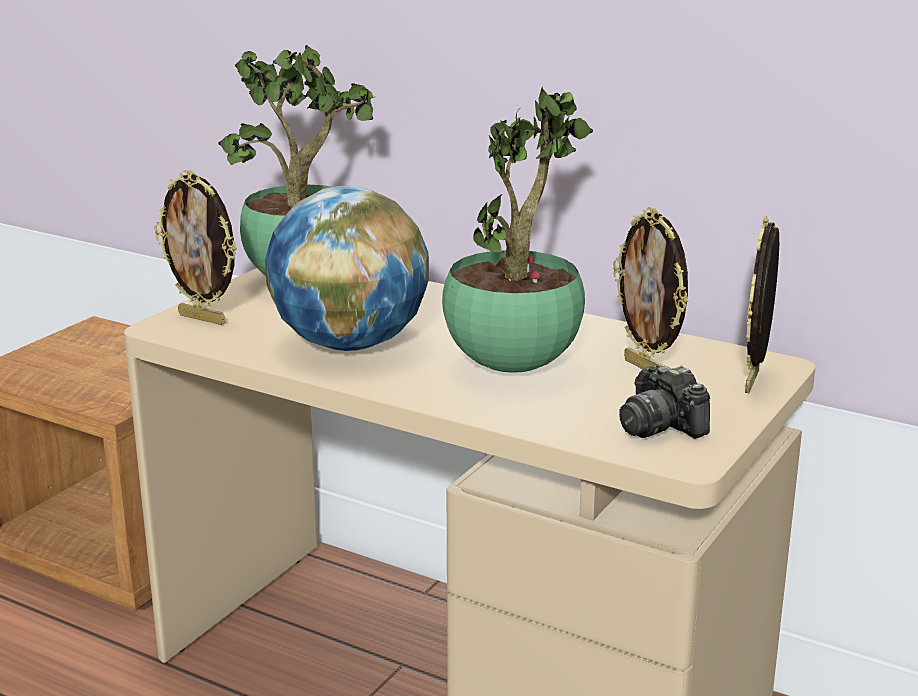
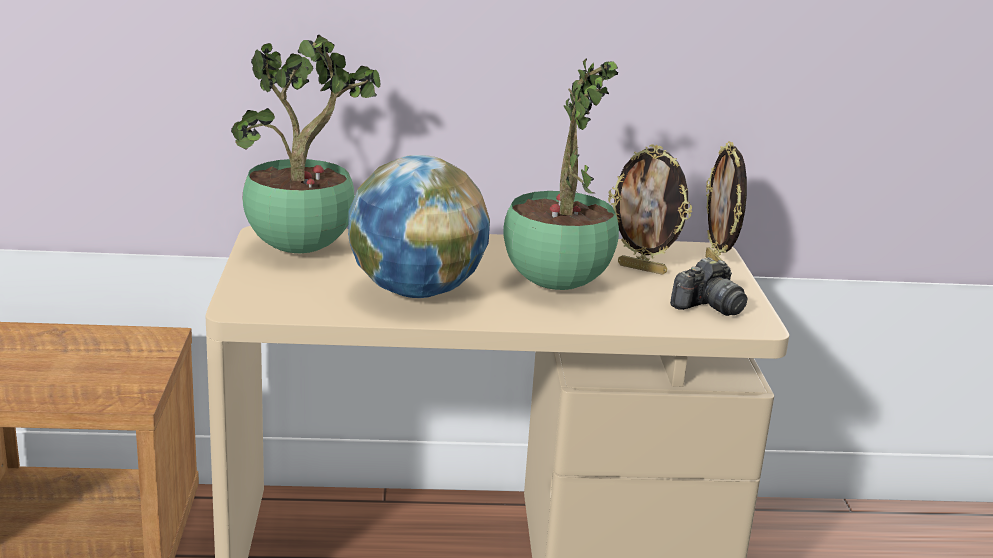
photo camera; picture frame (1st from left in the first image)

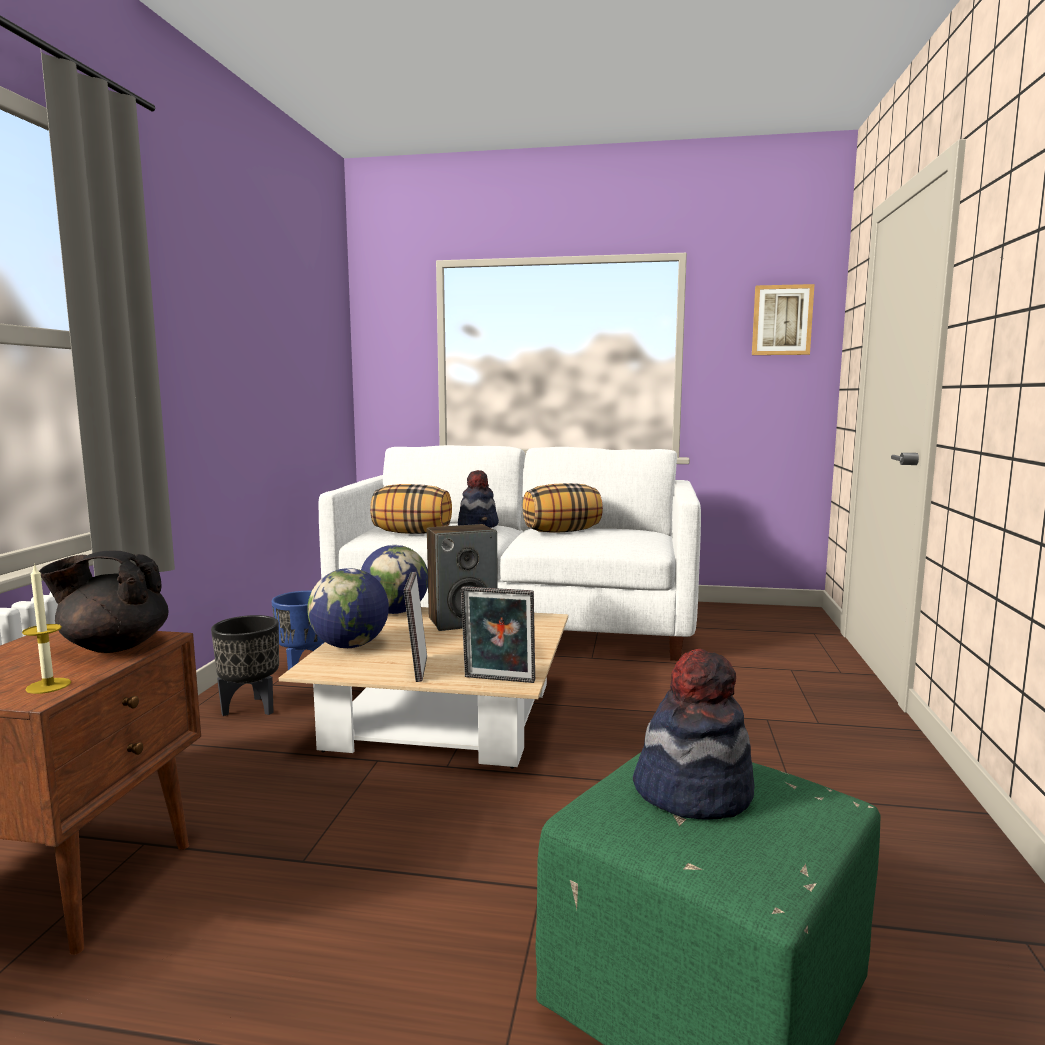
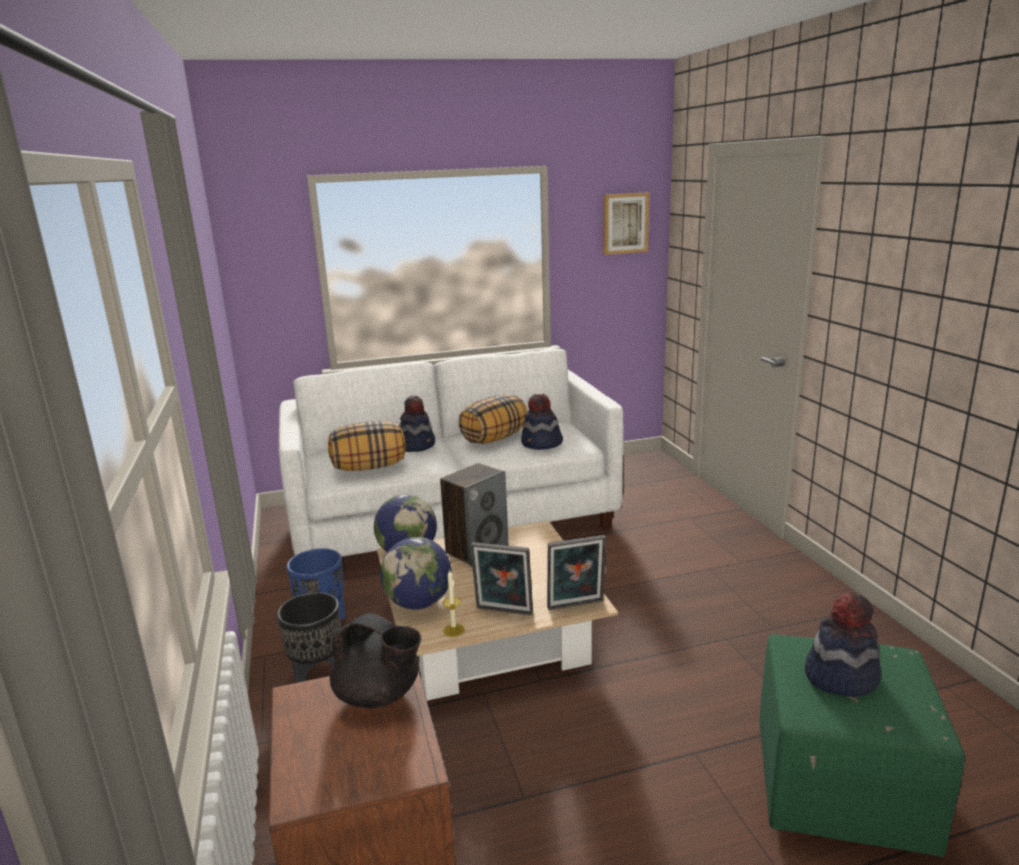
black teapot; candle; picture frame (1st from left); hat (2nd from left)

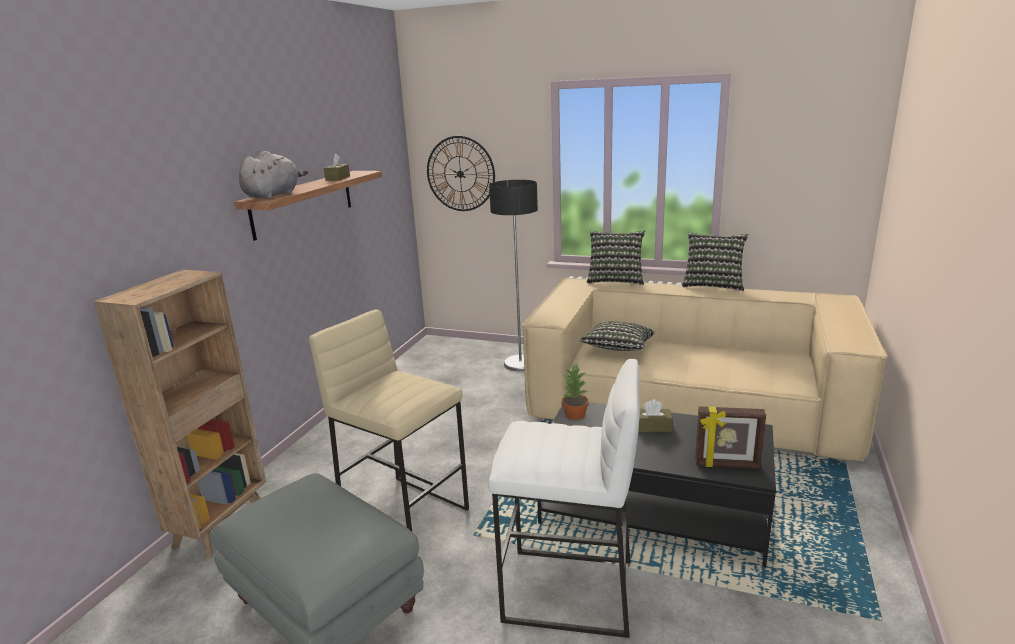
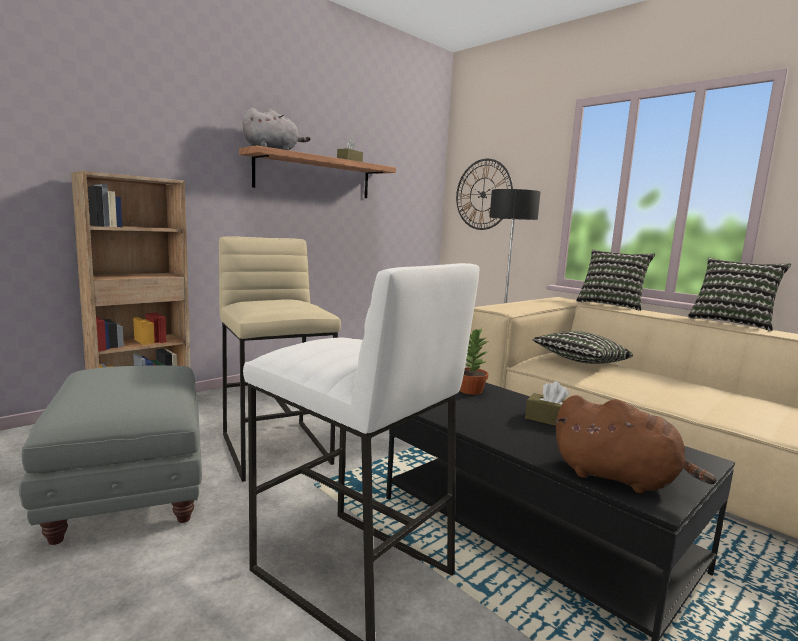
brown plush toy

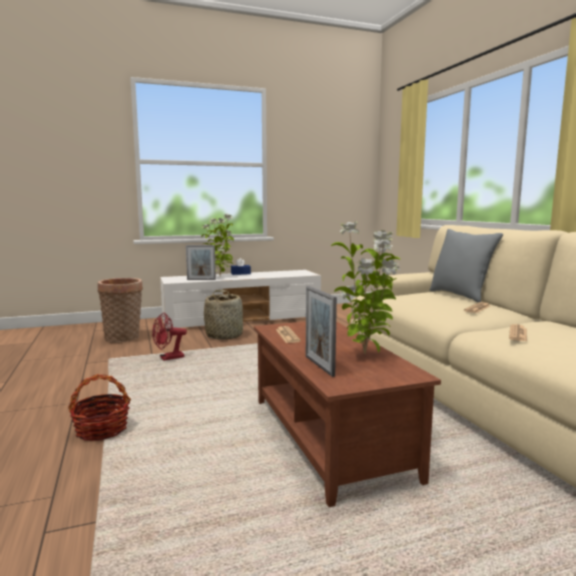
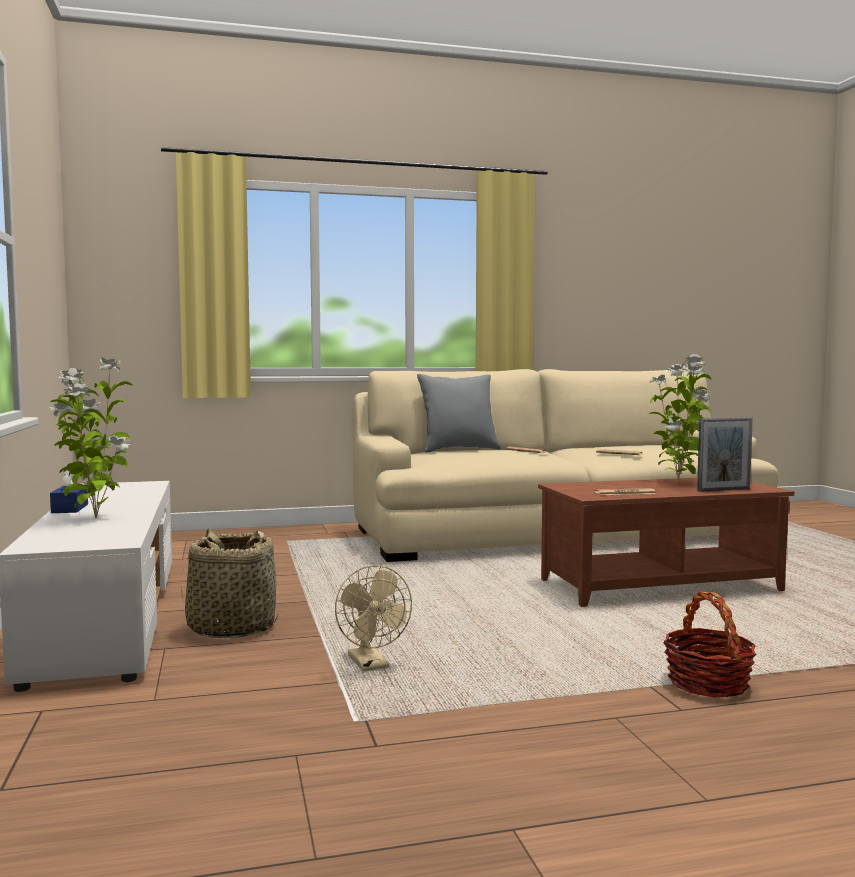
beige fan; basket (2nd from left in the first image); picture frame (1st from left in the first image)

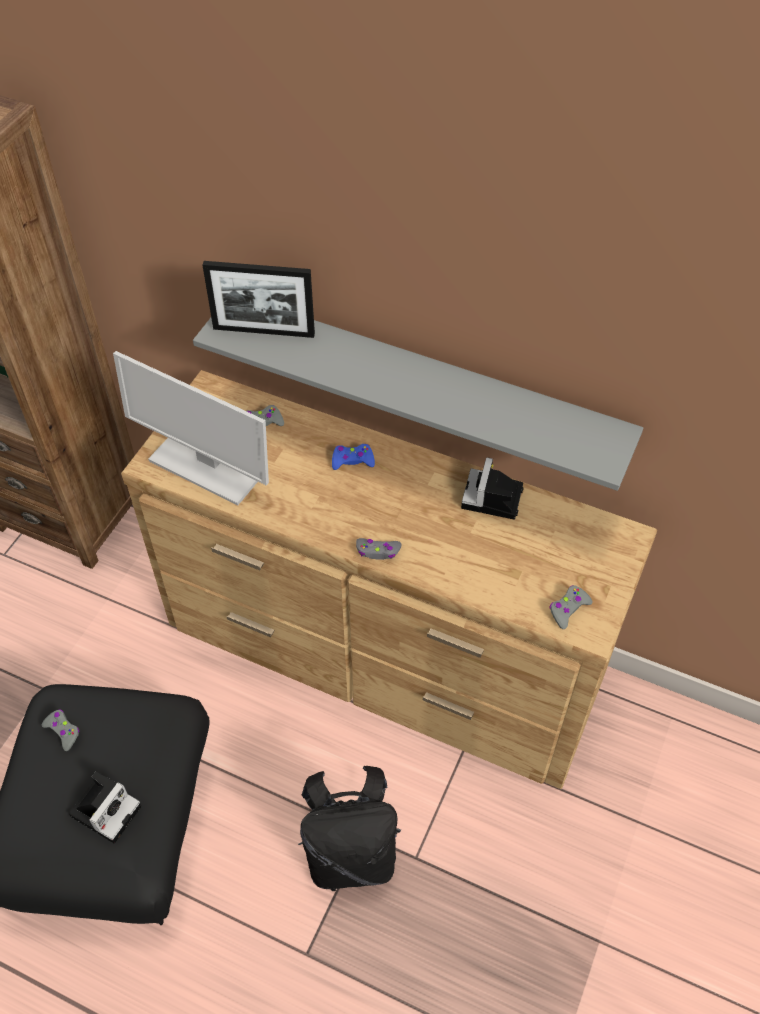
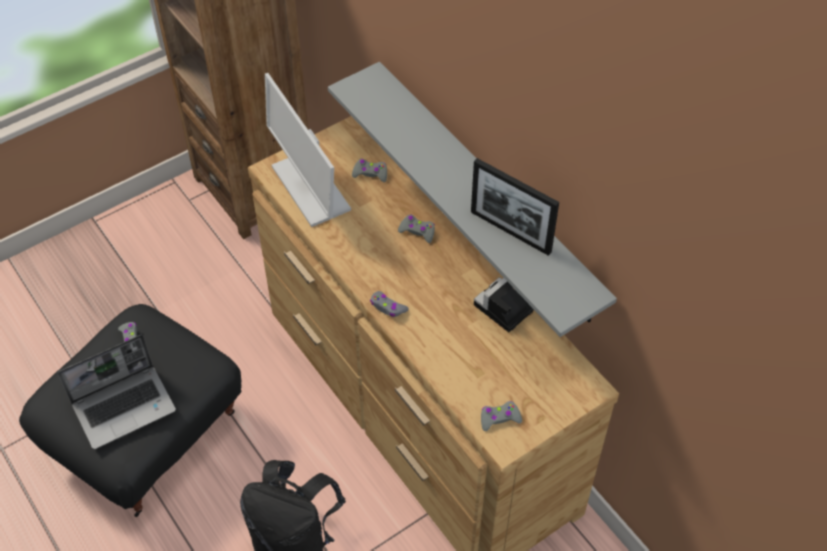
laptop; grey game controller (4th from left); picture frame

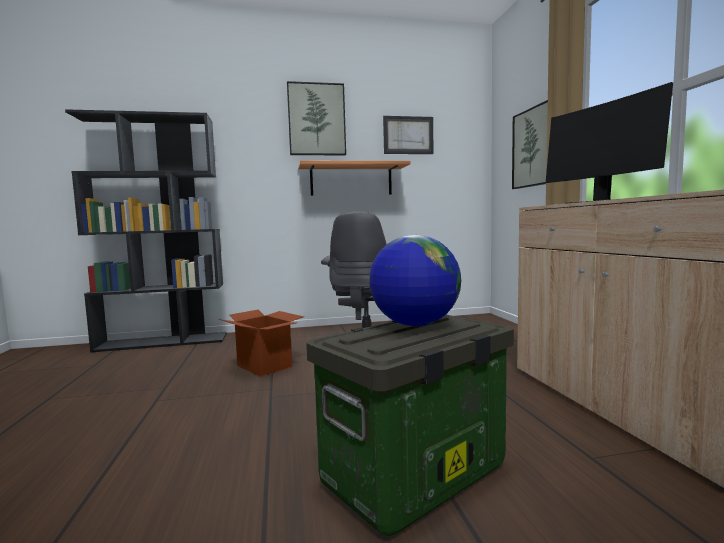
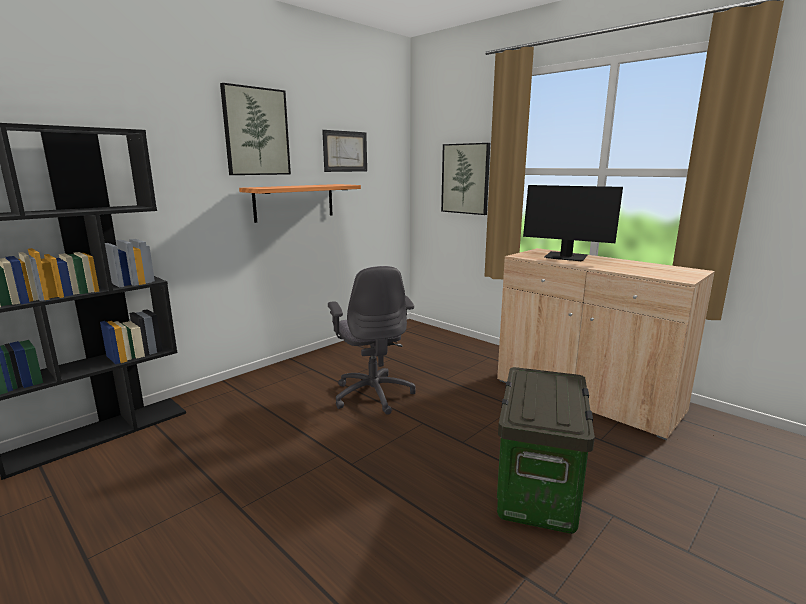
cardboard box; globe

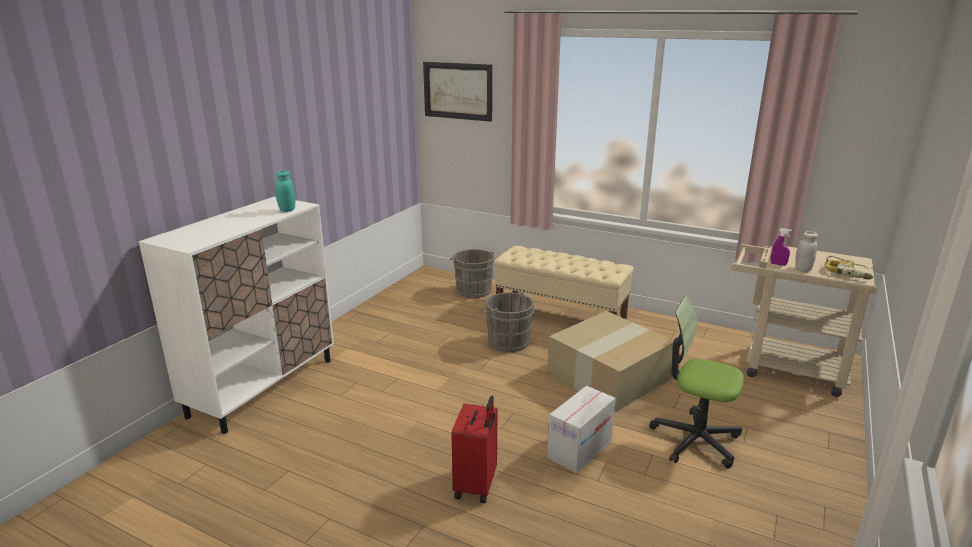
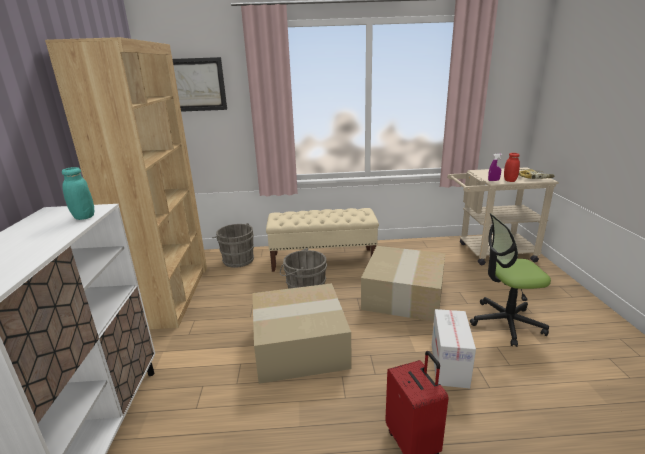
brown bookcase; cardboard box (1st from left); red jar

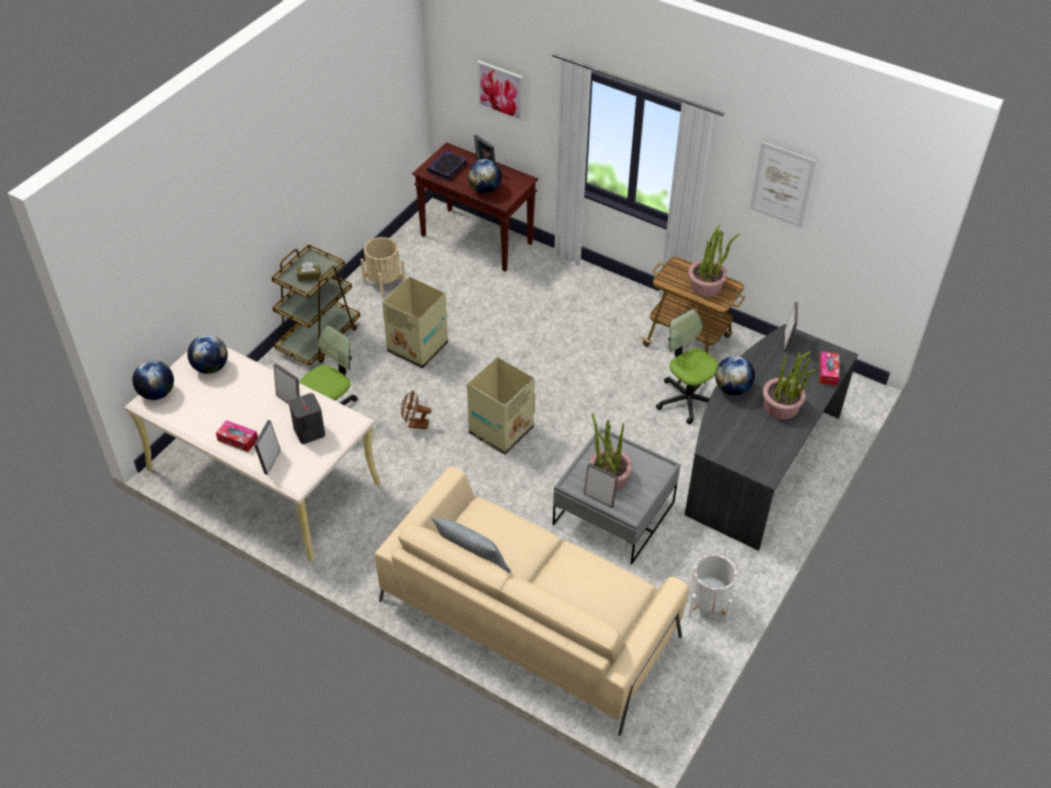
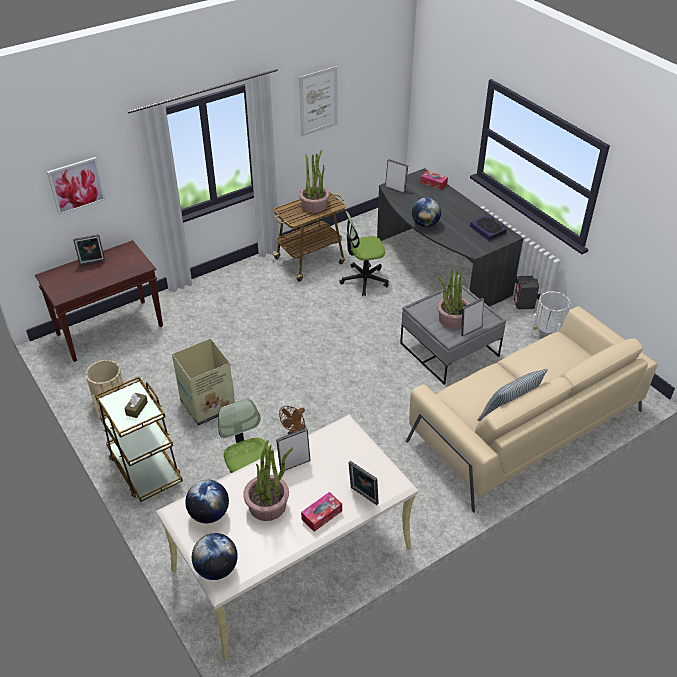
potted plant (1st from left); book; grey speaker; cardboard box (2nd from left in the first image); globe (3rd from left in the first image)

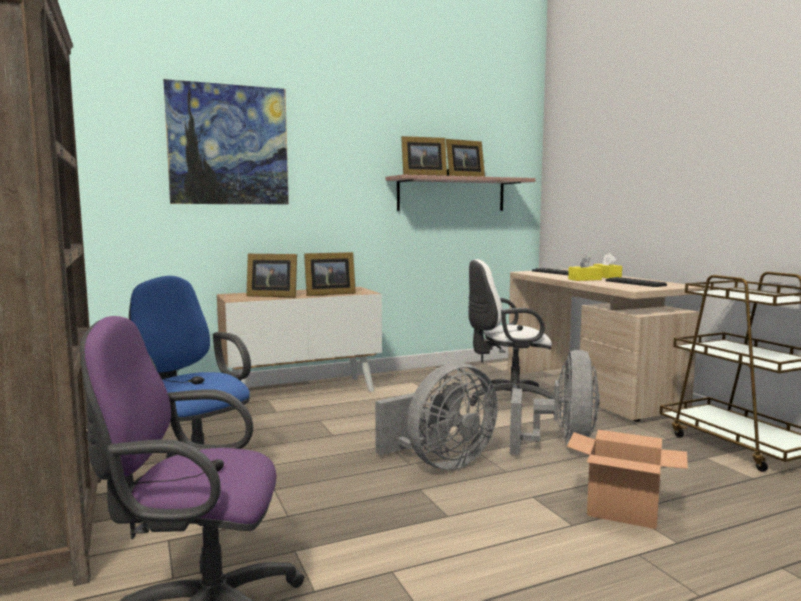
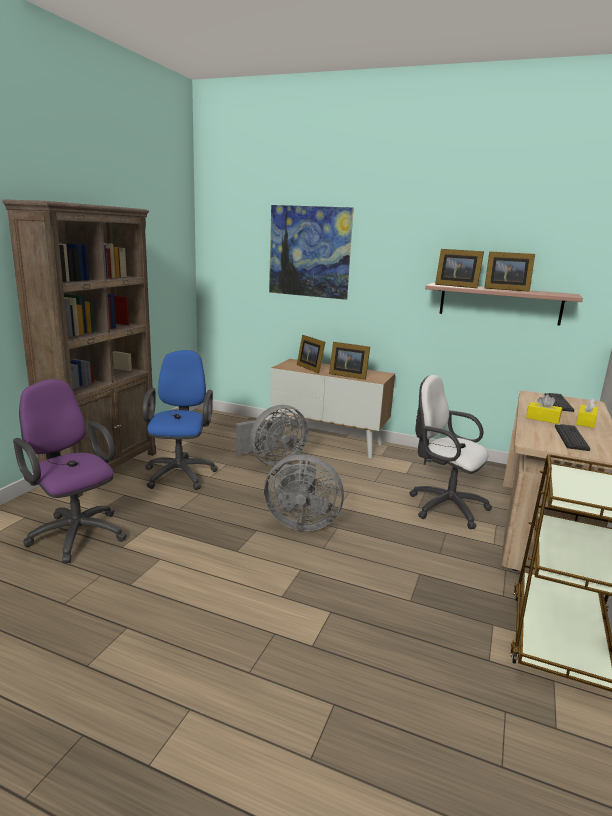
grey fan (1st from left); cardboard box

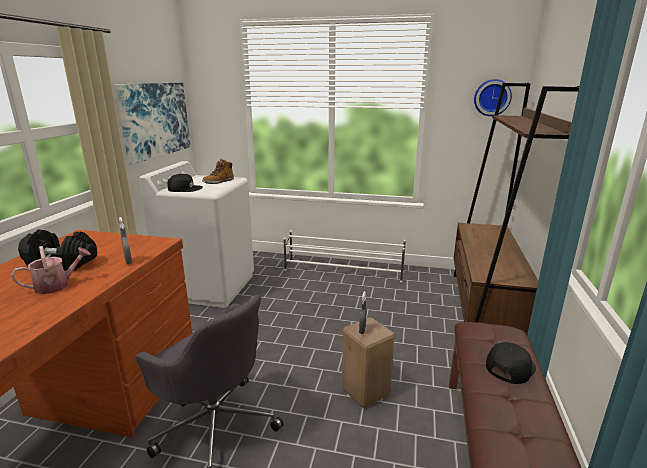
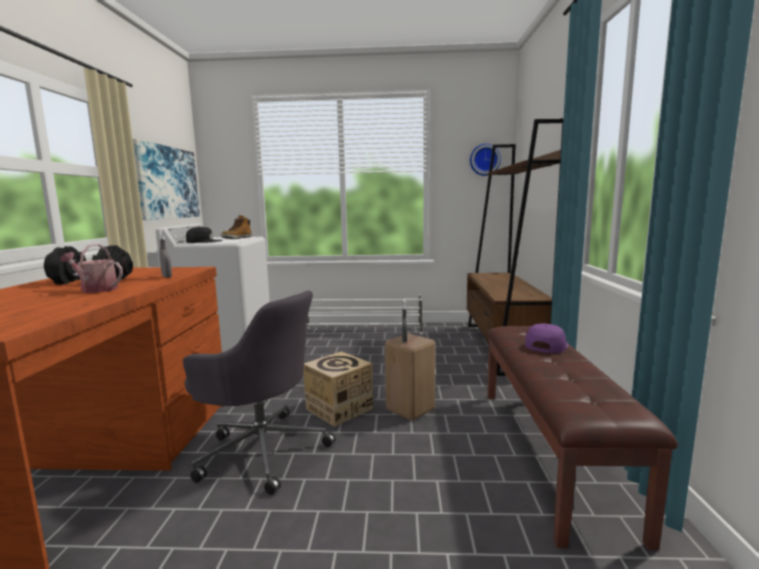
watering can; cardboard box; purple cap

